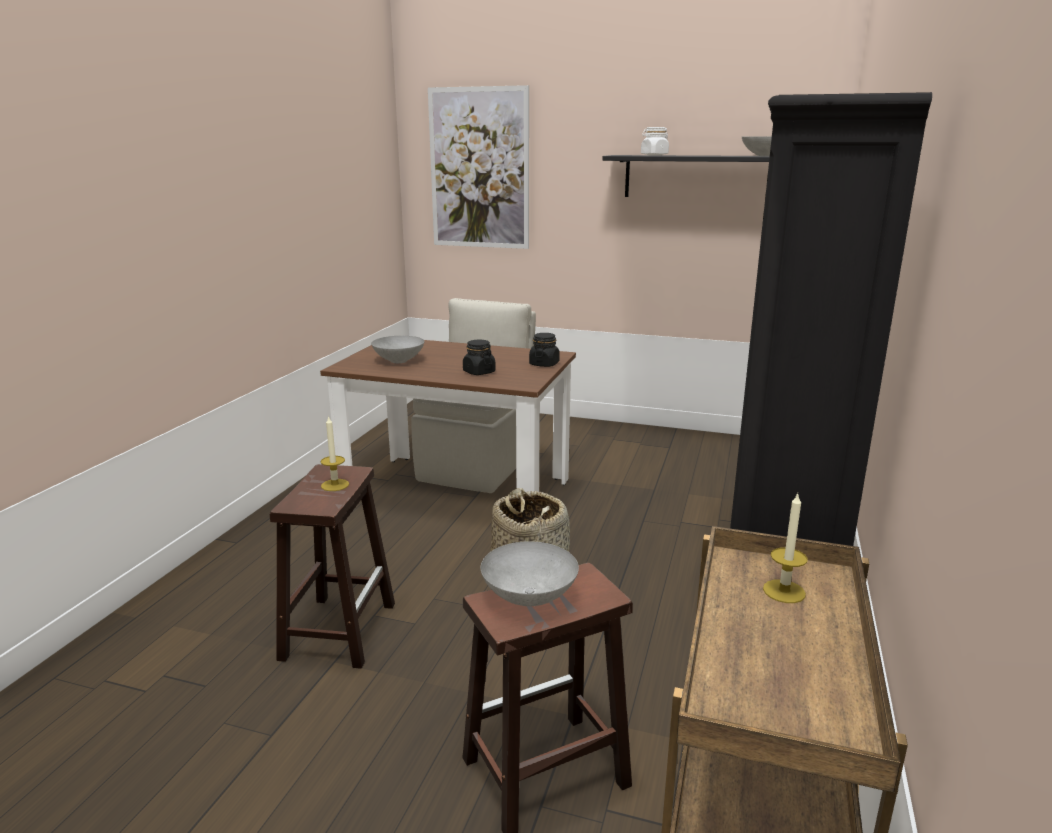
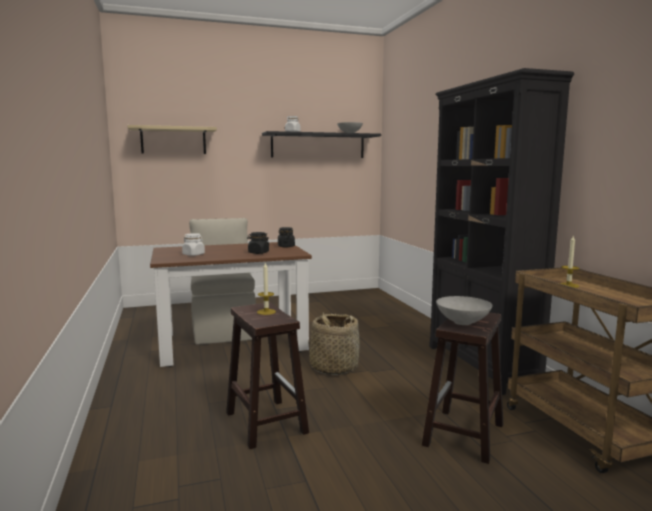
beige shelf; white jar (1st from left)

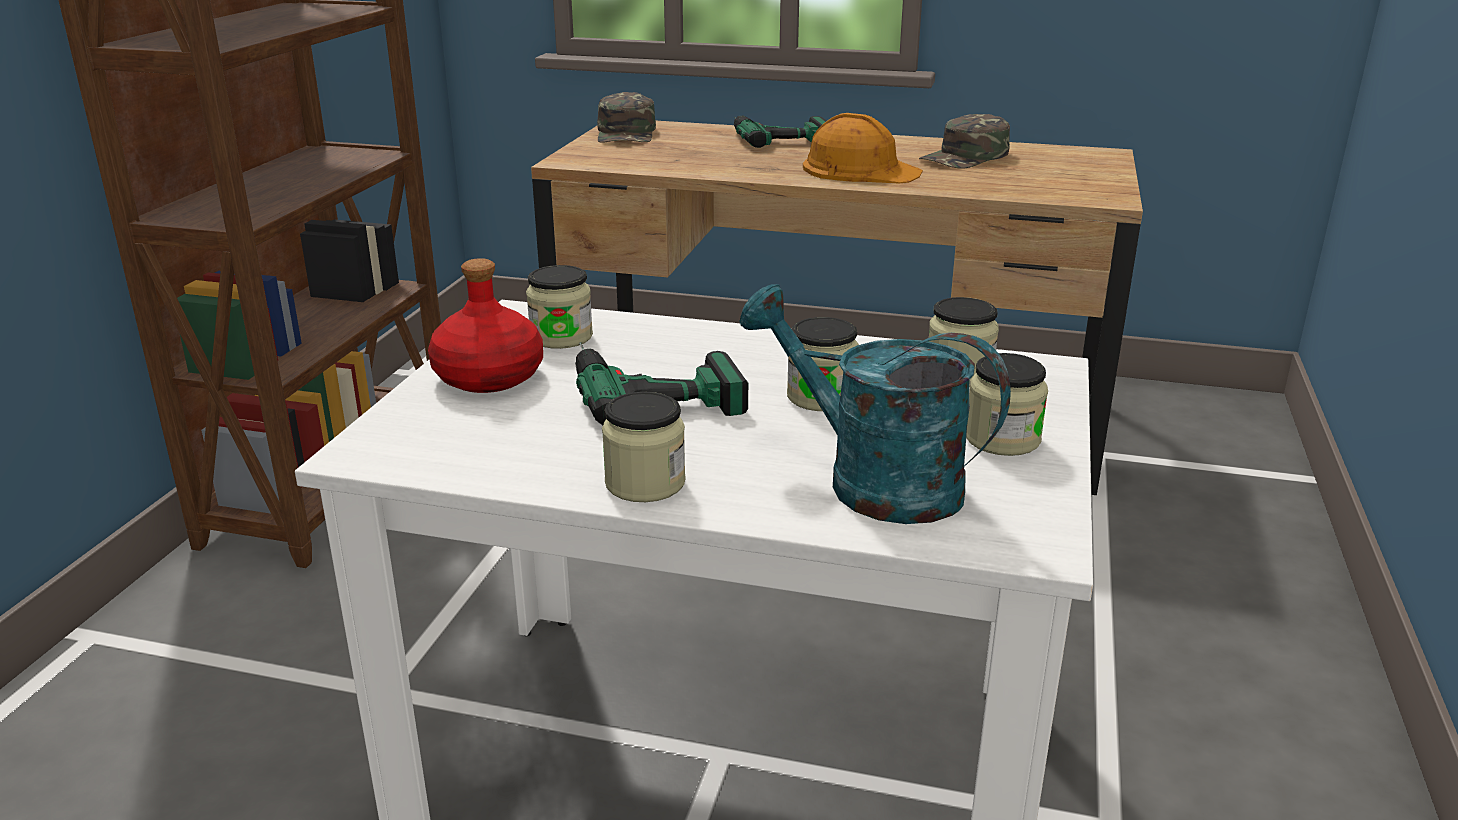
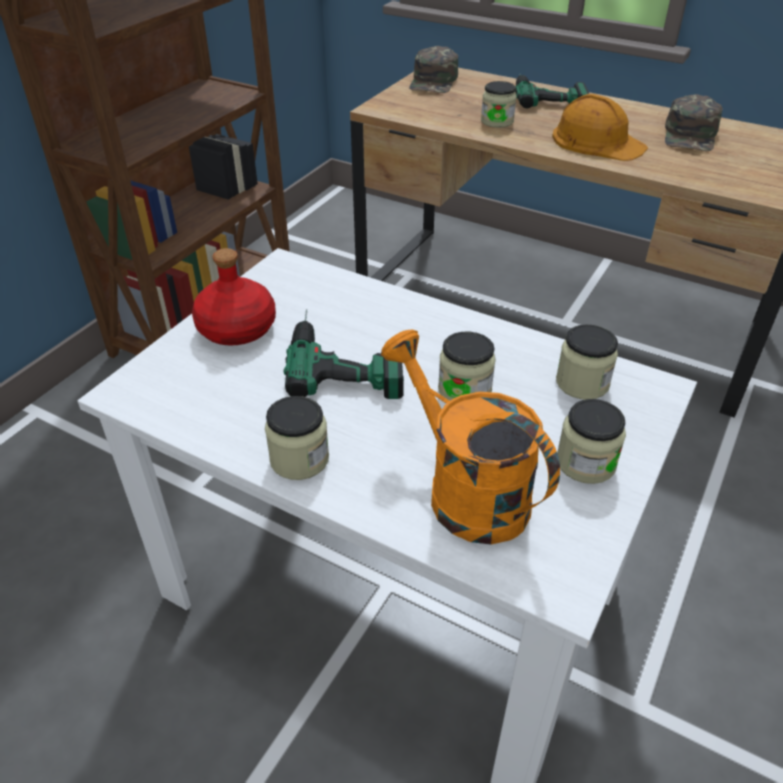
orange watering can; jar (3rd from left); green cap (2nd from left)

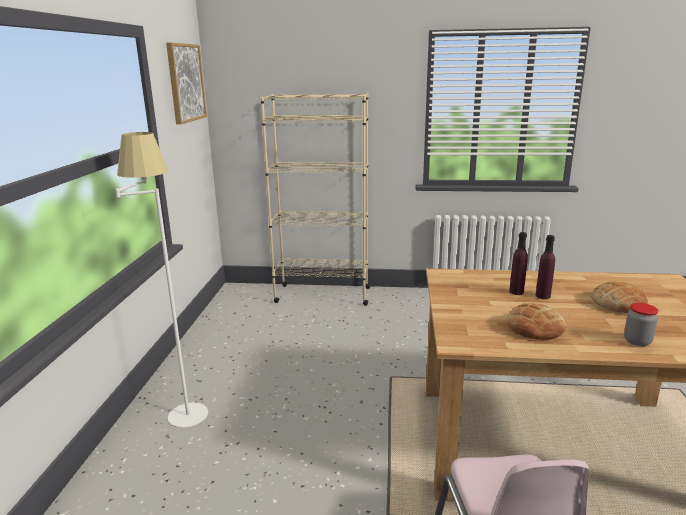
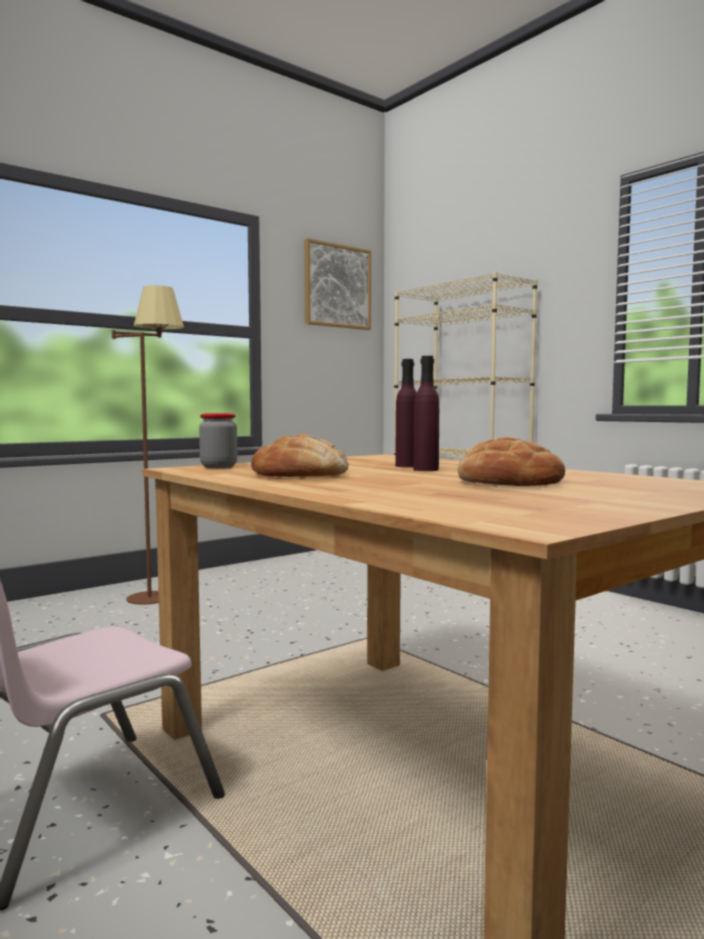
brown floor lamp; jar

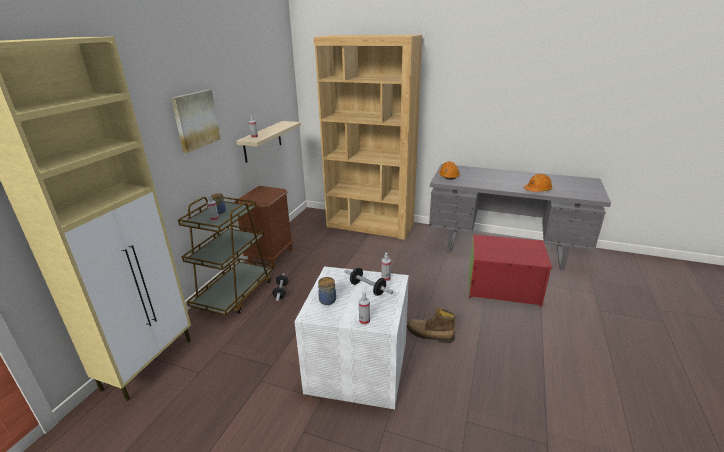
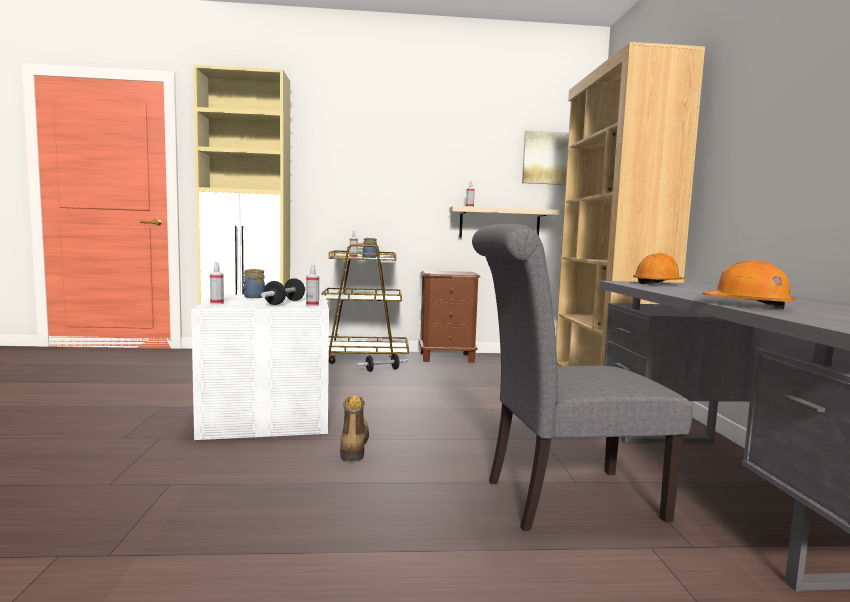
grey chair; picture

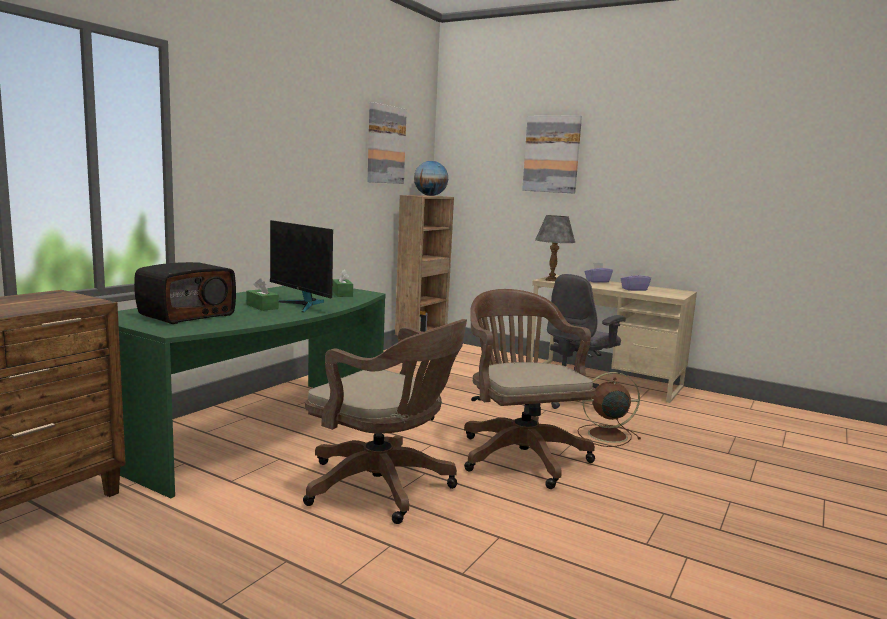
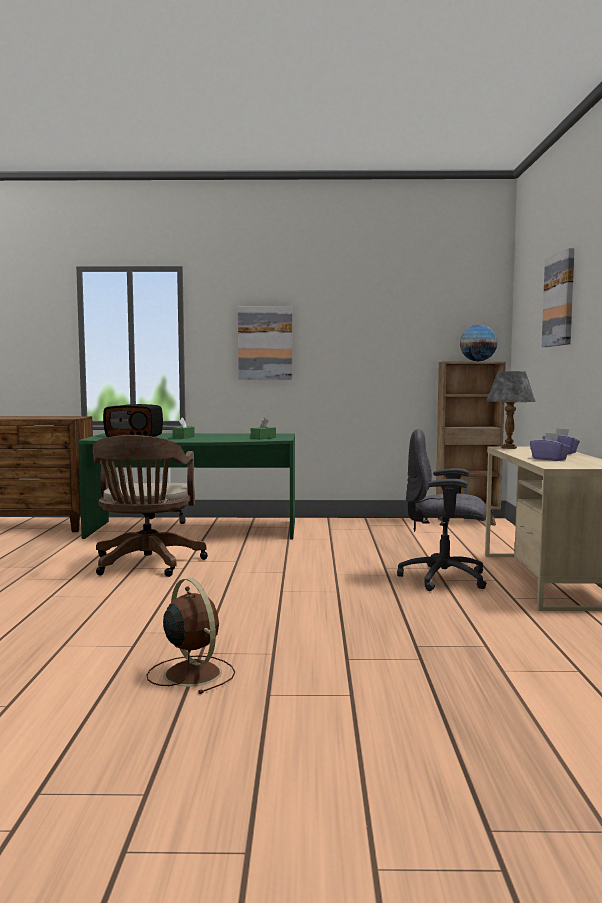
brown fan; picture (1st from left); monitor; brown office chair (2nd from left in the first image)

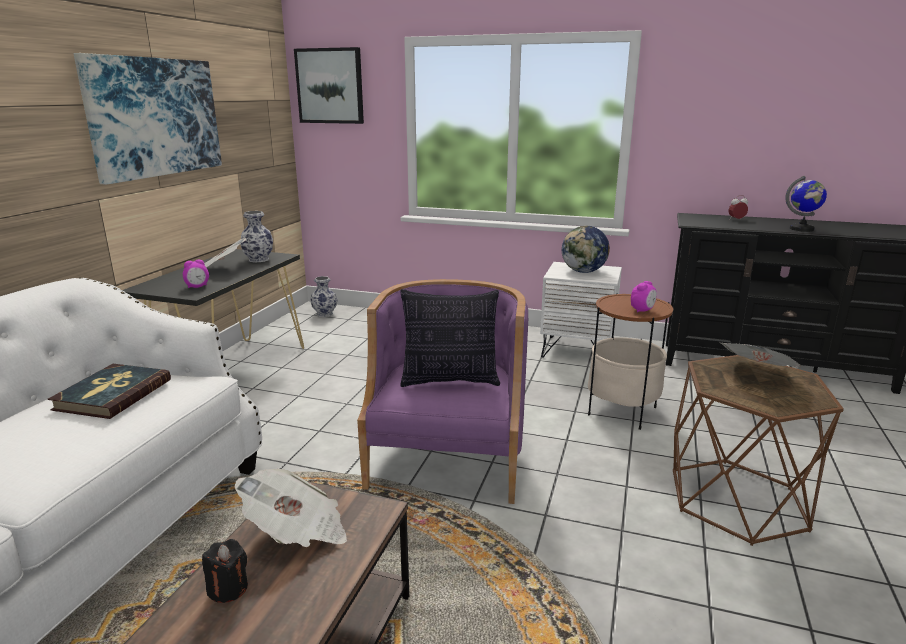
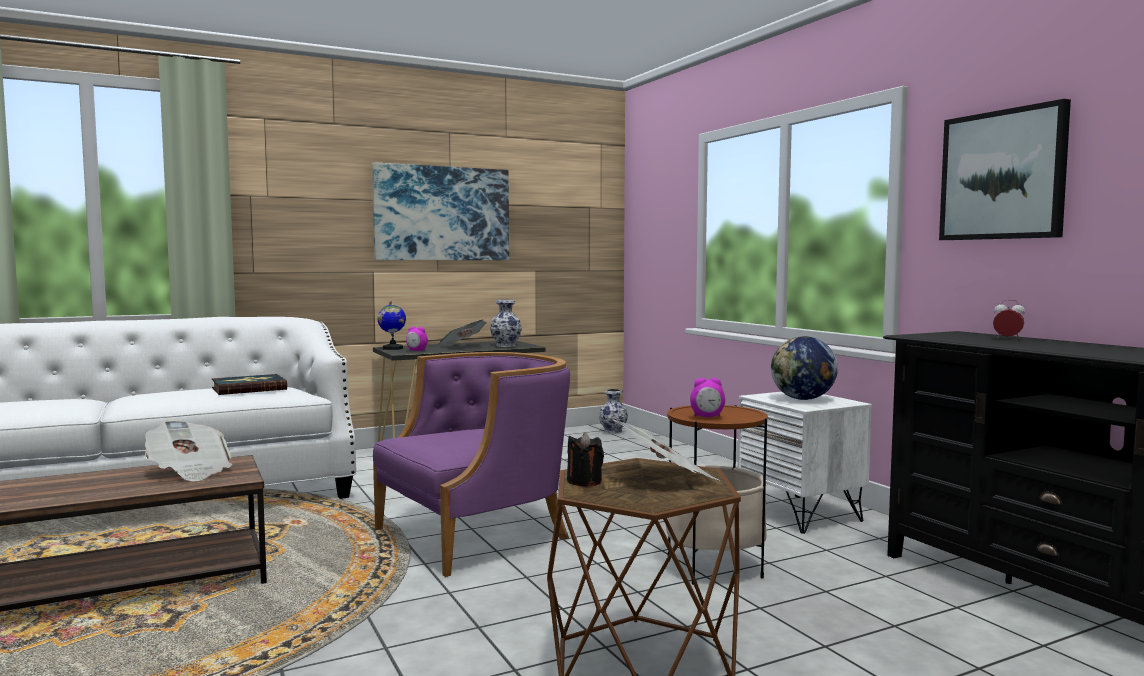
globe (1st from left); black candle; picture (2nd from left); pillow

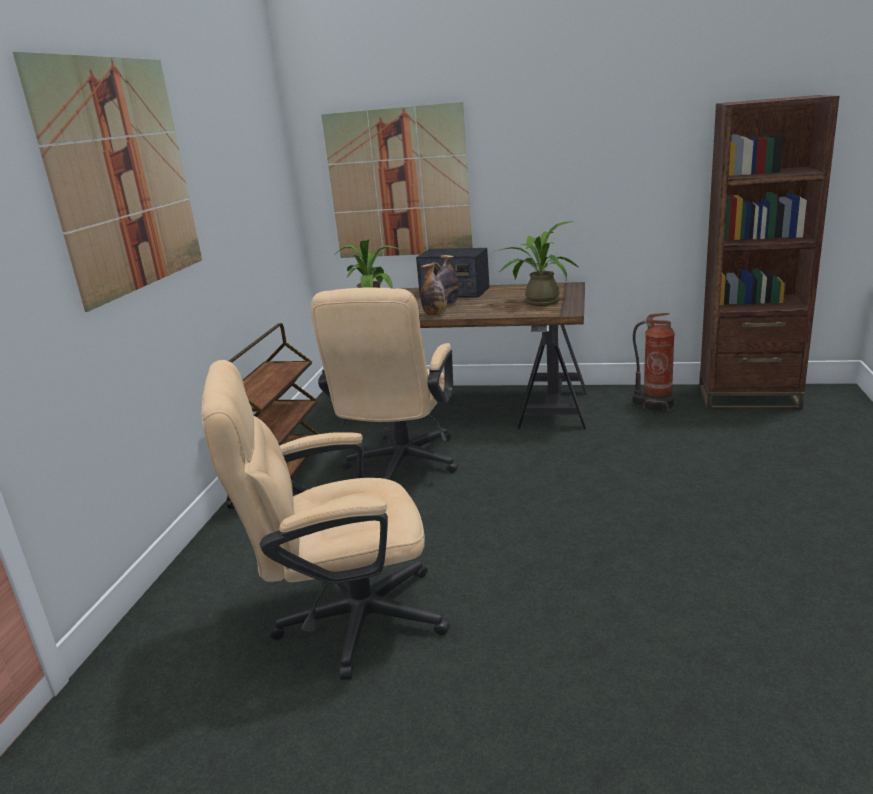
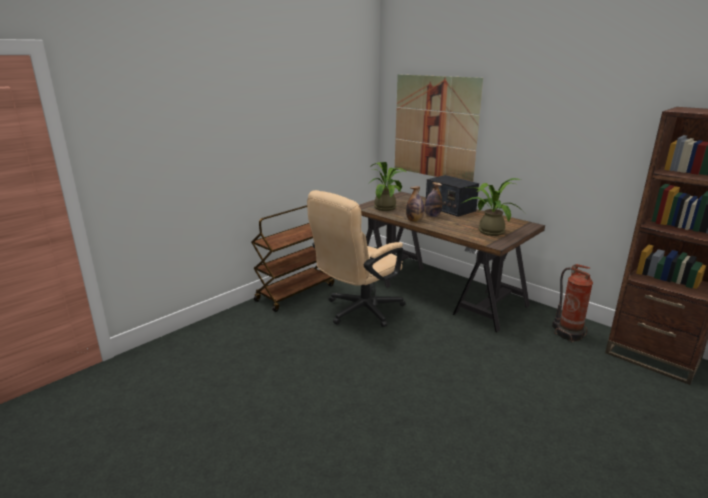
picture (1st from left in the first image); beige office chair (1st from left in the first image)

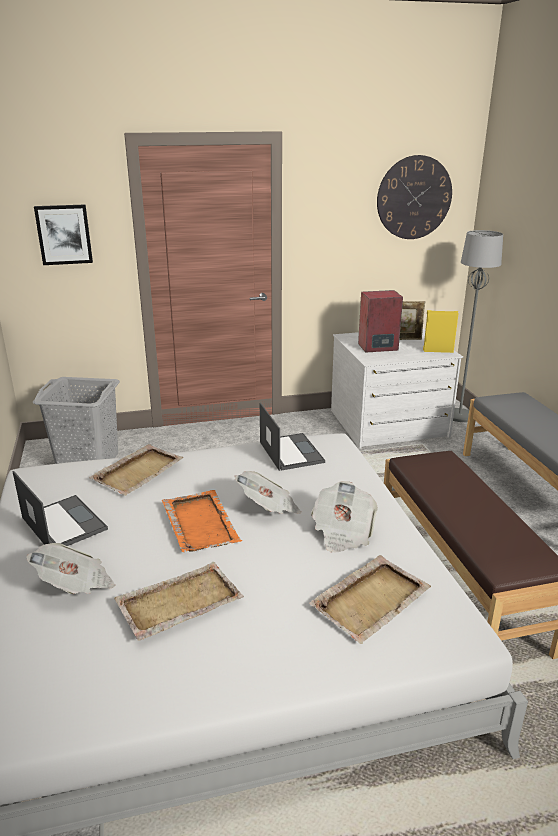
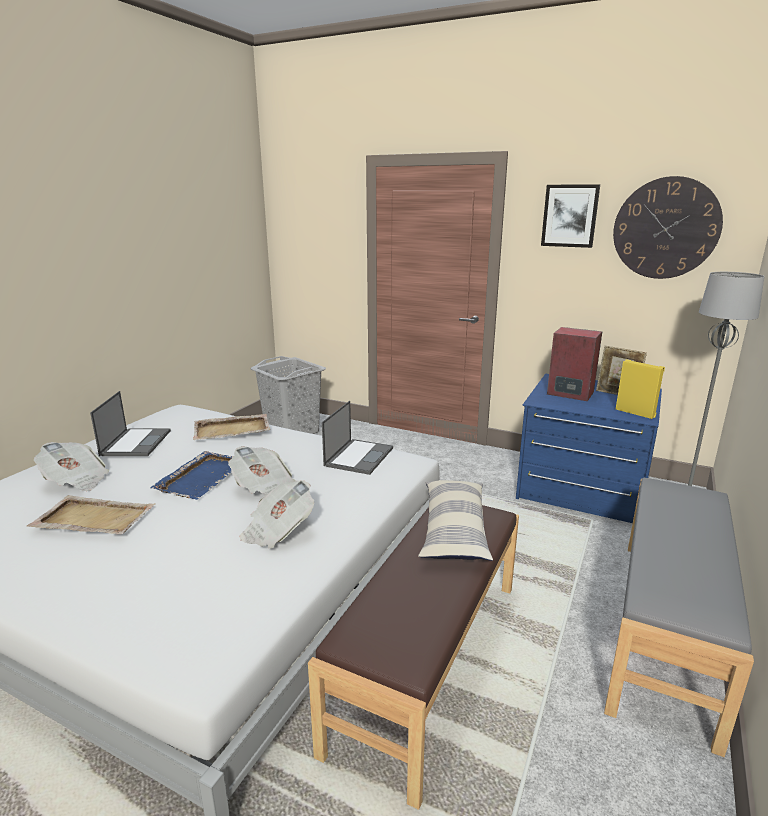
blue tray; pillow; blue dresser; picture; beige tray (3rd from left in the first image)

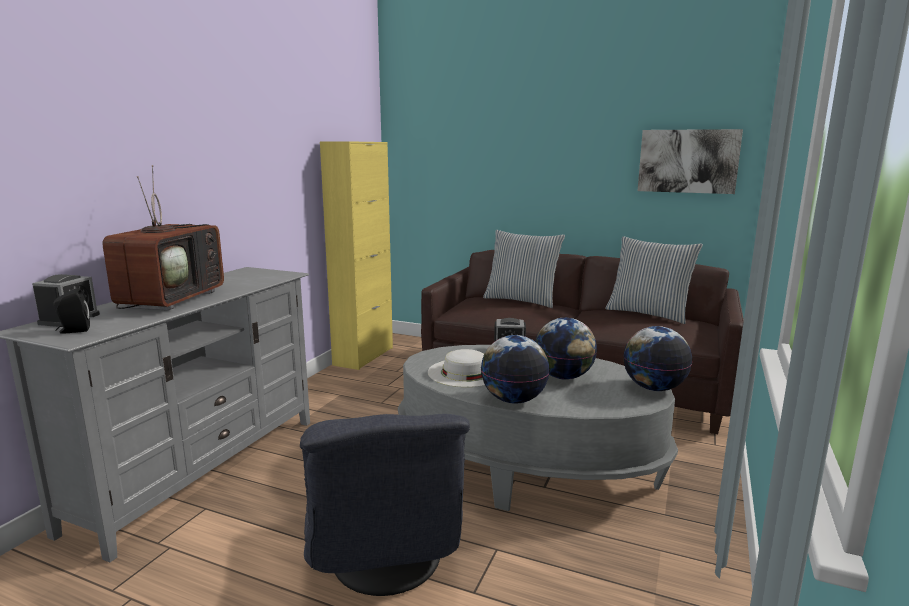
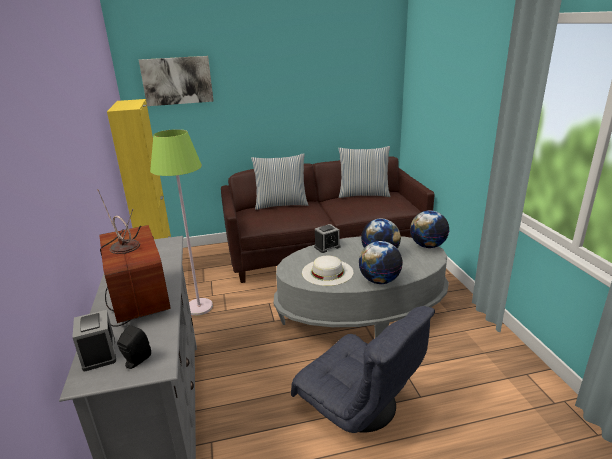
picture; green floor lamp

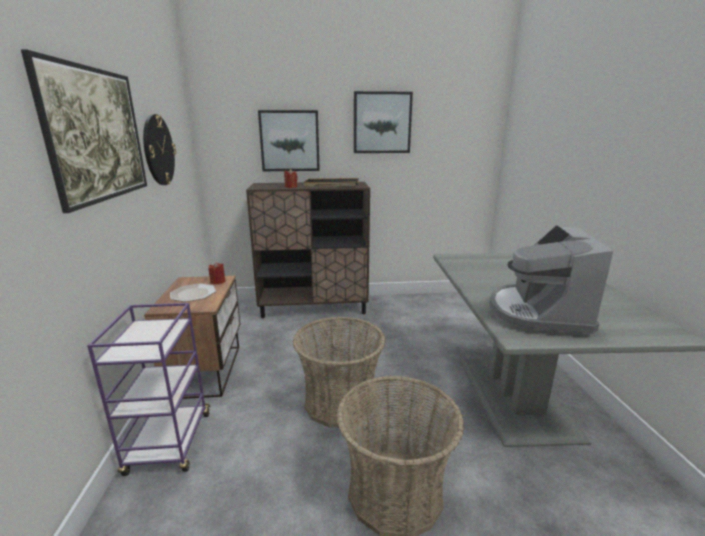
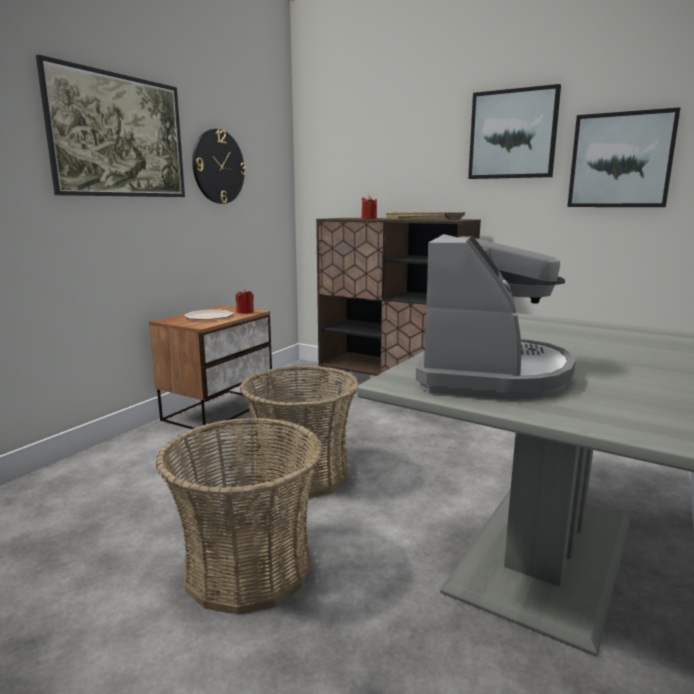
coffee machine; picture (3rd from left); purple cart

